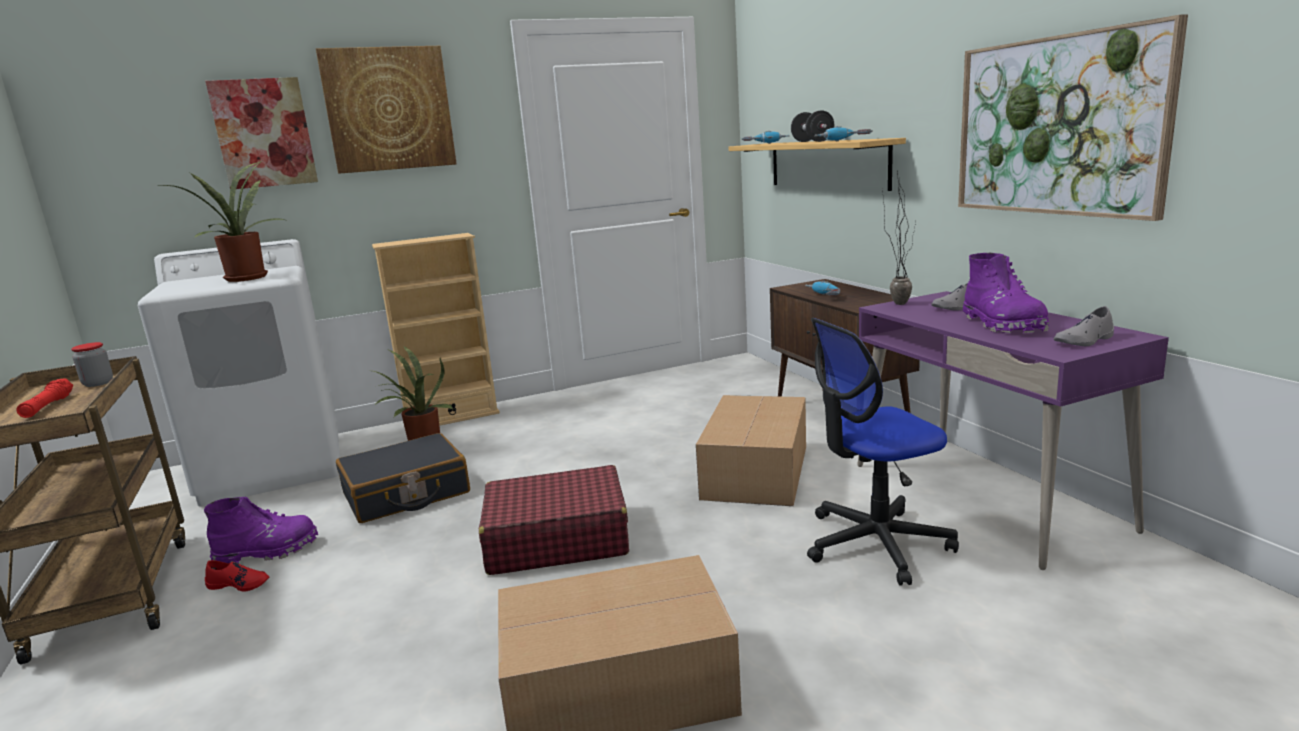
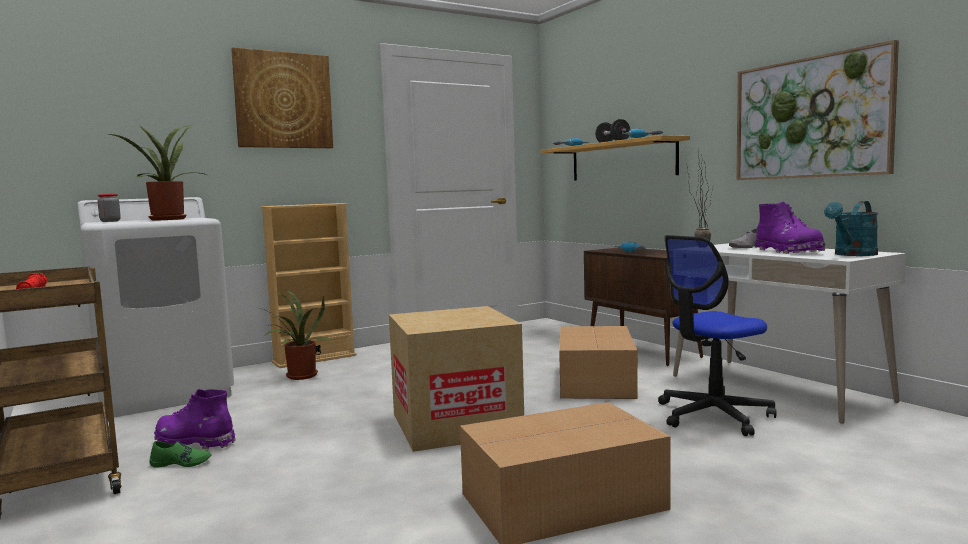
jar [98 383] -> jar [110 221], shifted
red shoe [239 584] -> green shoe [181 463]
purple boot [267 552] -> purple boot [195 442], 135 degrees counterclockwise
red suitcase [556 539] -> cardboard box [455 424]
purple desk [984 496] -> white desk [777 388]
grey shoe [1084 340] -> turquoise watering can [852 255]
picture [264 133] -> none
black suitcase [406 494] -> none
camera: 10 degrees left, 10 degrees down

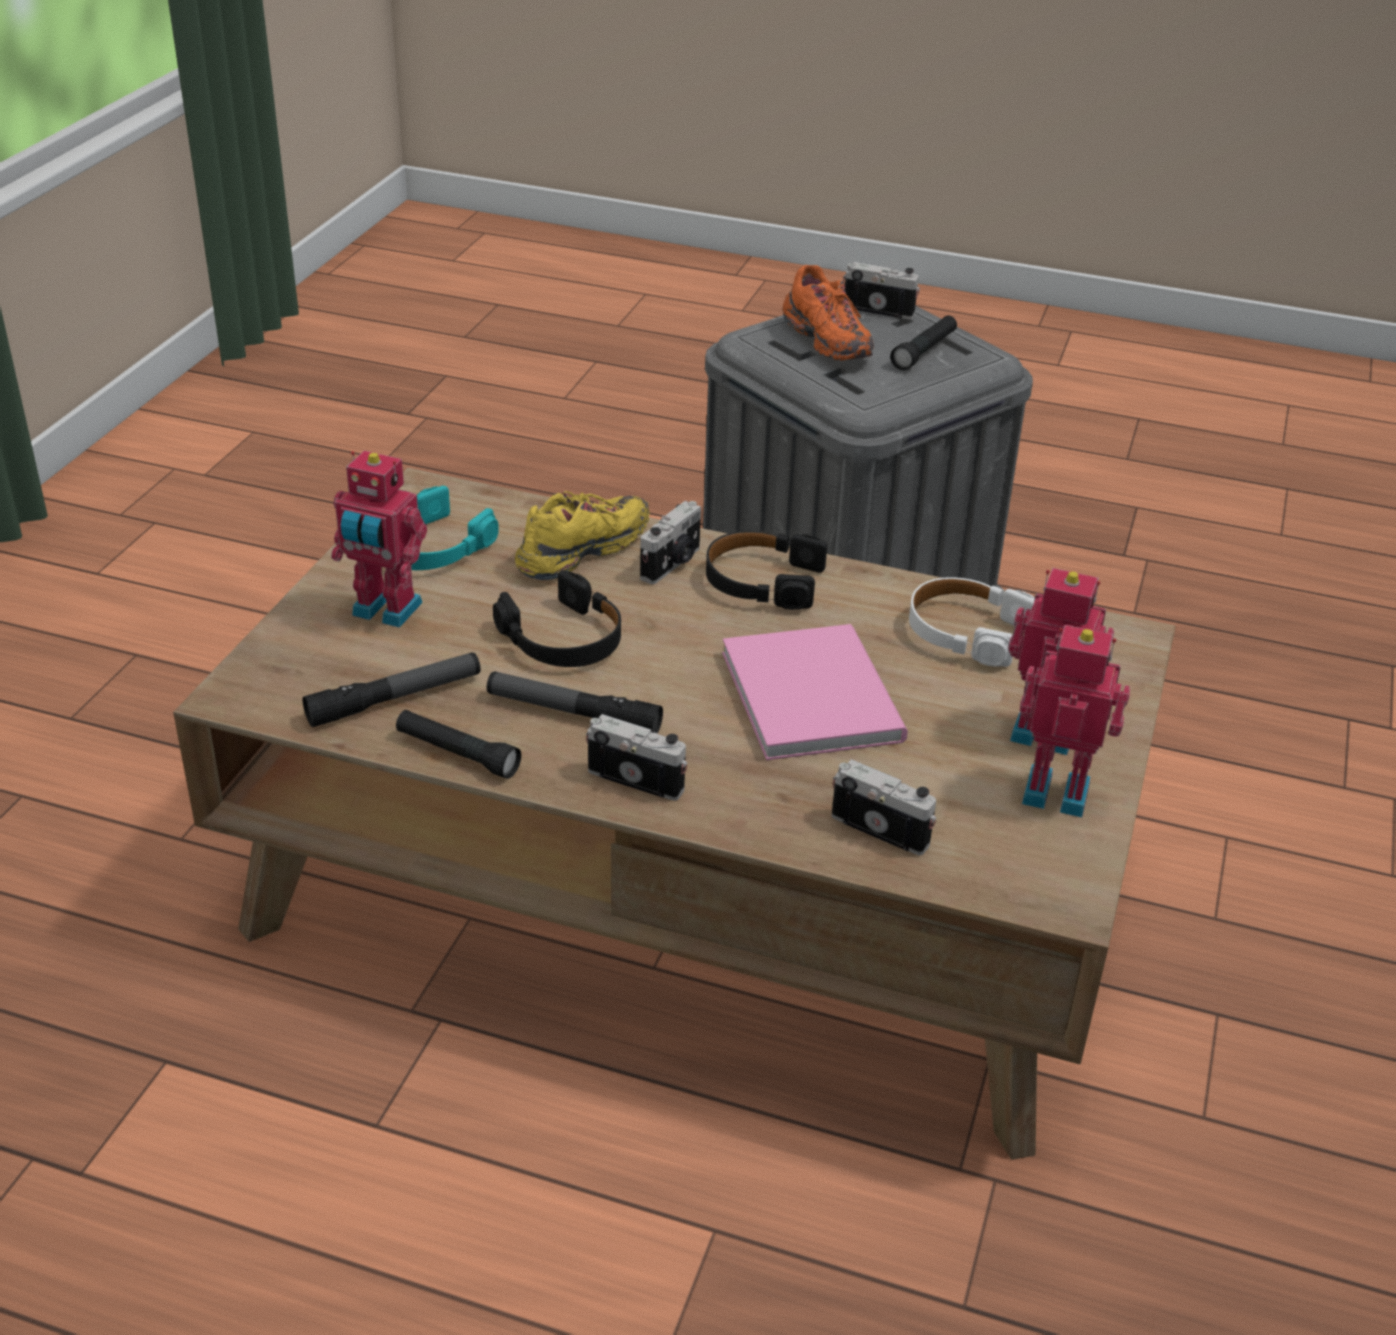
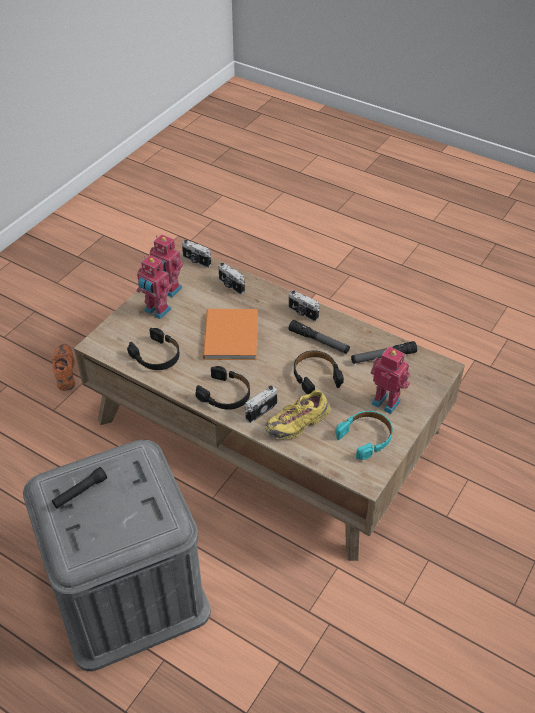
orange shoe [827 342] -> orange shoe [65 372], shifted
white headphones [966 632] -> black headphones [157 356]
photo camera [879 309] -> photo camera [196 261], shifted
pink book [814 692] -> orange book [229 337]
black flashlight [457 754] -> none
camera: 165 degrees left, 10 degrees up

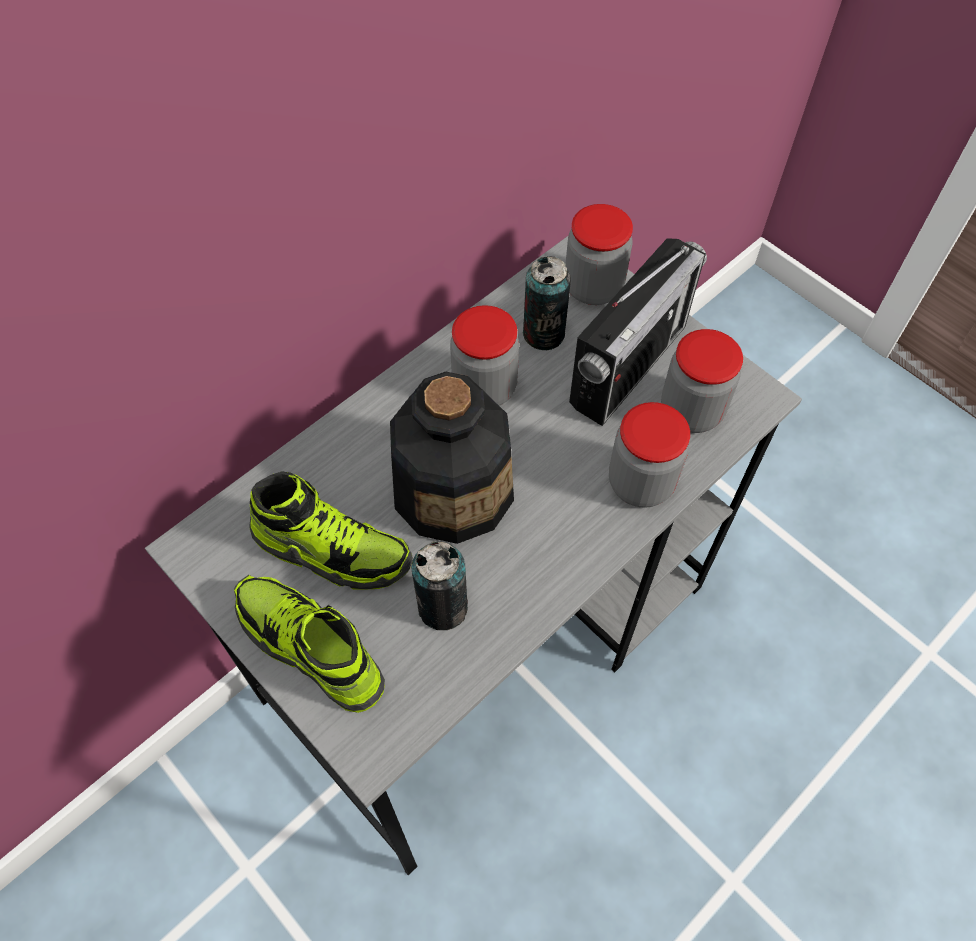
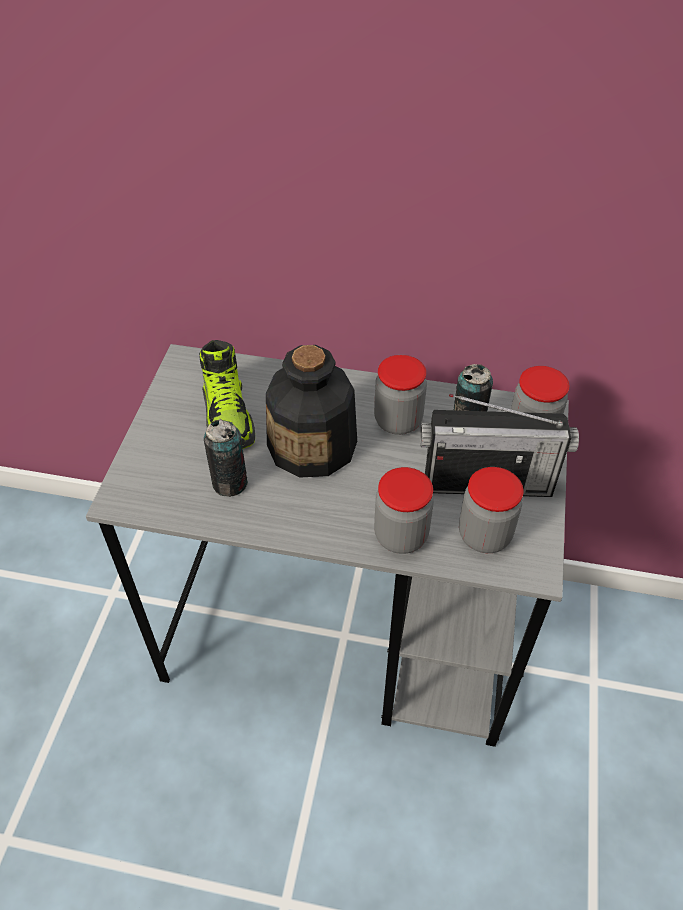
shoe [311 648] -> none
camera: 55 degrees right, 10 degrees down

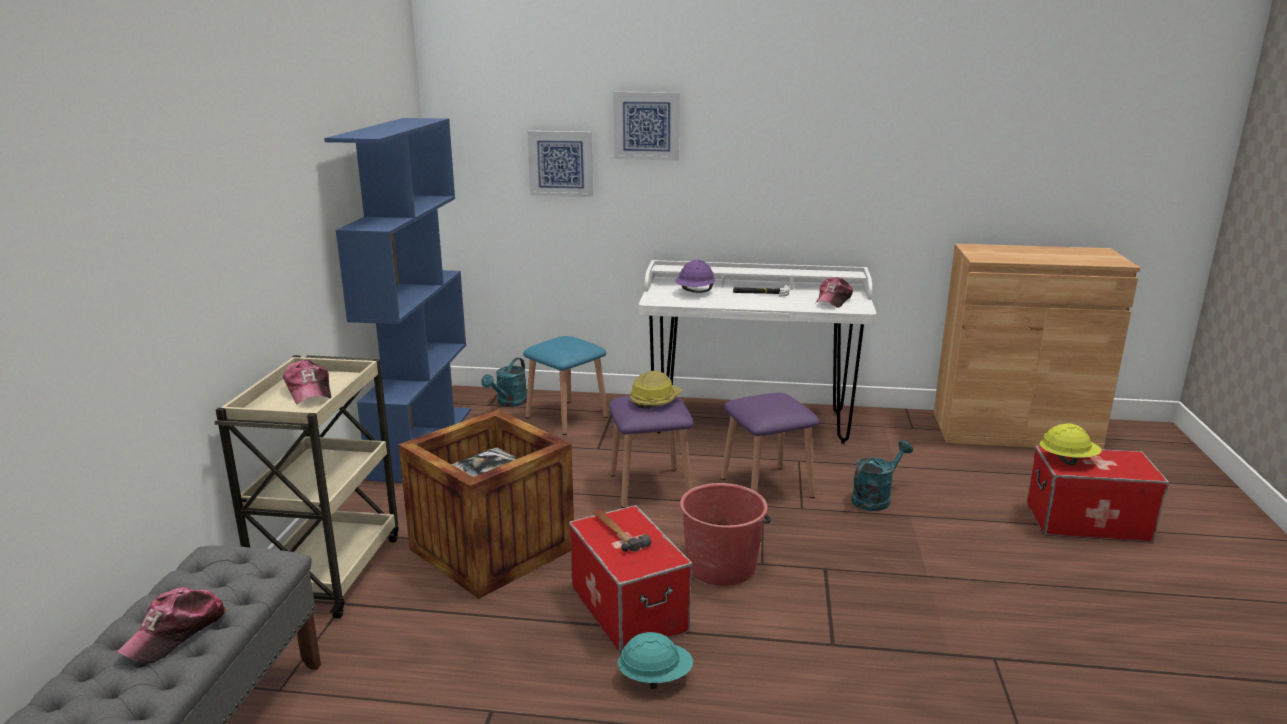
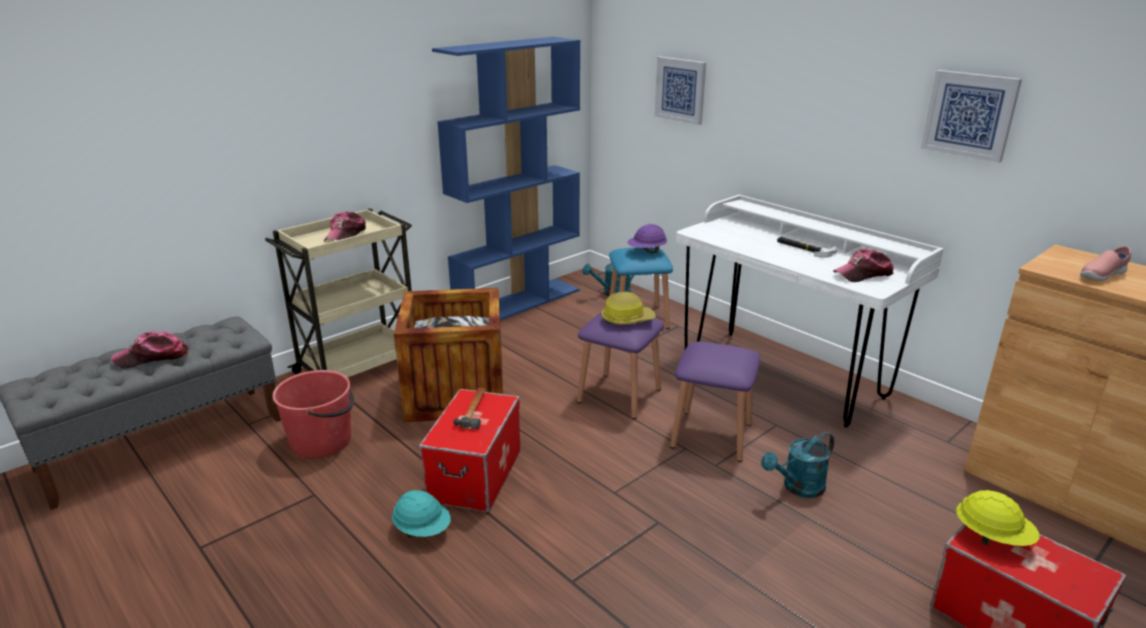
red bucket [722 566] -> red bucket [322 441], shifted
purple hard hat [695 292] -> purple hard hat [646 251], shifted
turquoise watering can [875 498] -> turquoise watering can [798 488], 150 degrees clockwise
picture [646 125] -> picture [970 115], shifted
none -> pink shoe [1101 276]
camera: 40 degrees right, 5 degrees up

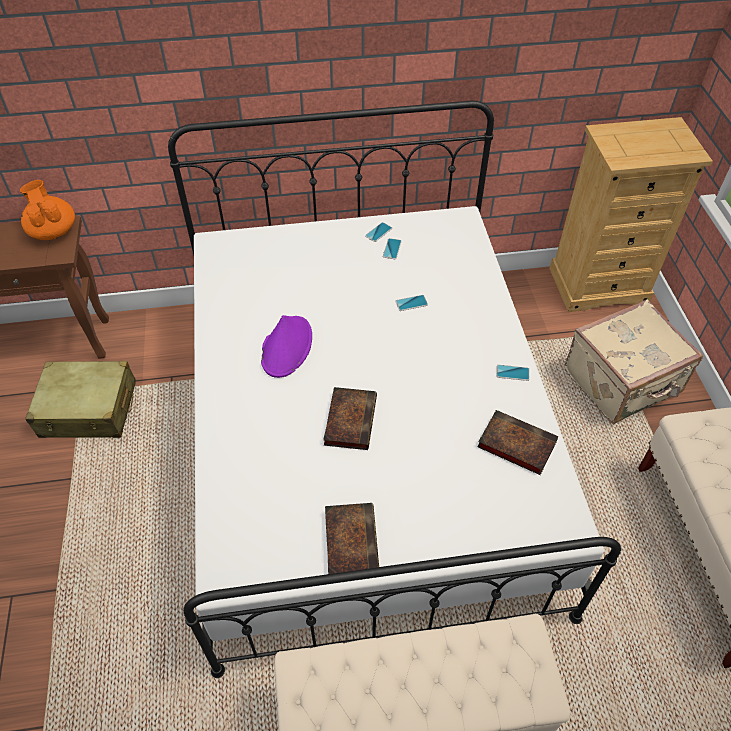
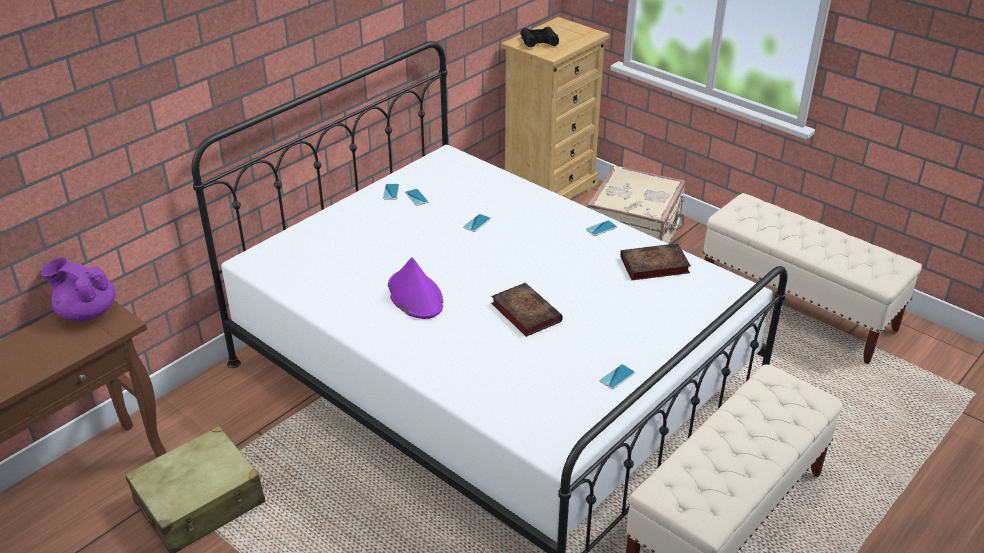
orange teapot [53 231] -> purple teapot [87 312]
none -> black binoculars [539 42]
book [350 540] -> phone [617 377]
camera: 40 degrees left, 15 degrees down

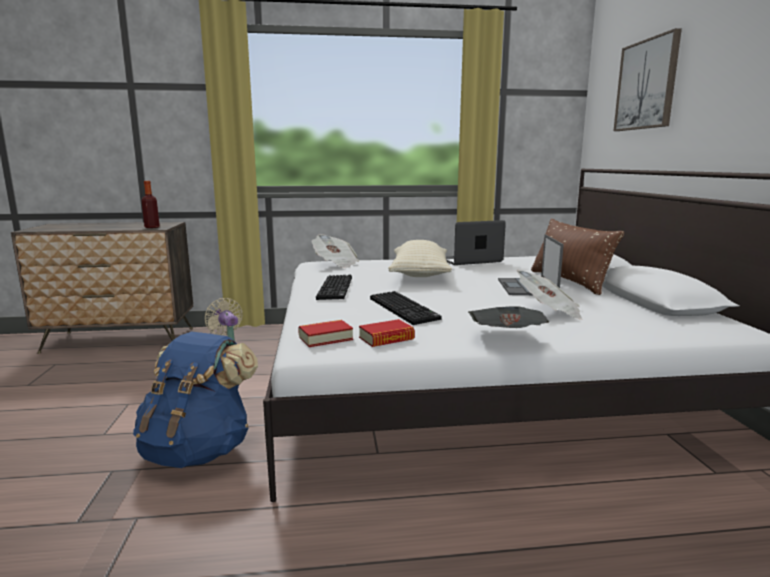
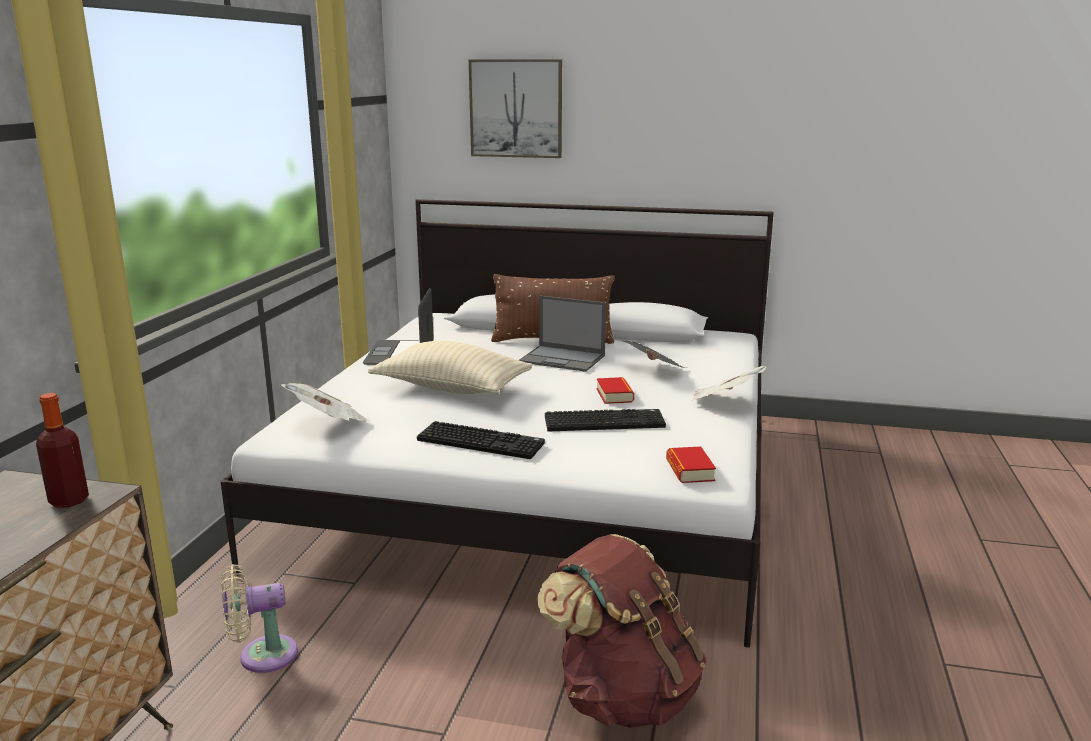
blue backpack [198 450] -> brown backpack [623 696]
book [386 338] -> book [614 395], shifted
camera: 70 degrees left, 5 degrees up

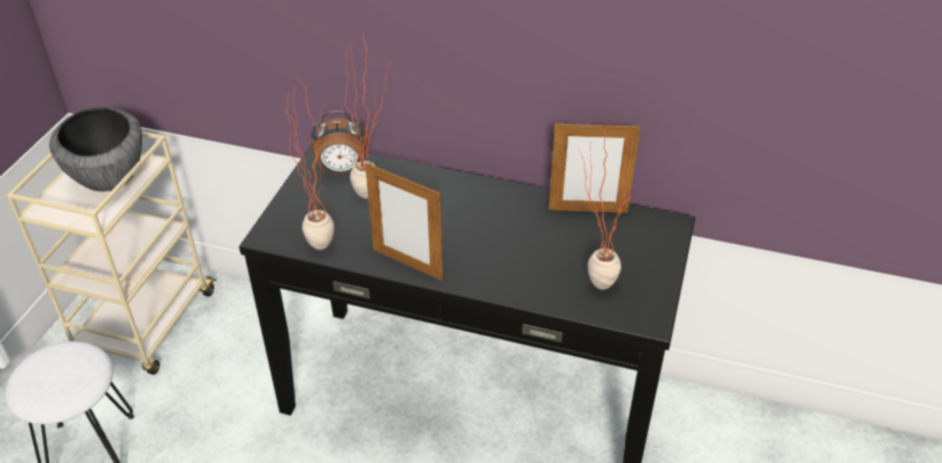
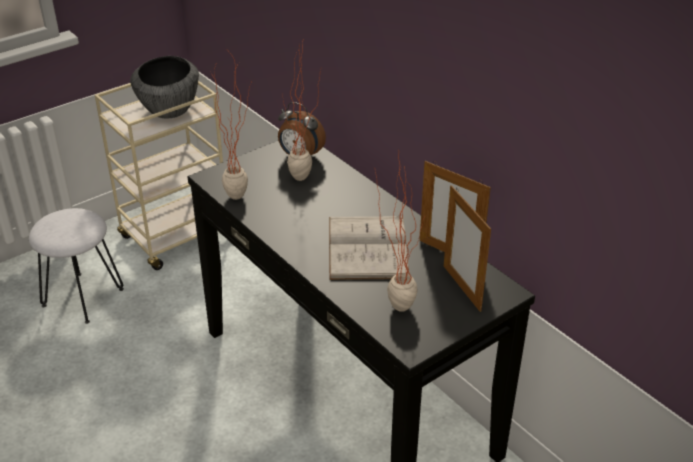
none -> white book [367 247]
picture frame [407 264] -> picture frame [461 288], shifted
camera: 35 degrees right, 5 degrees down

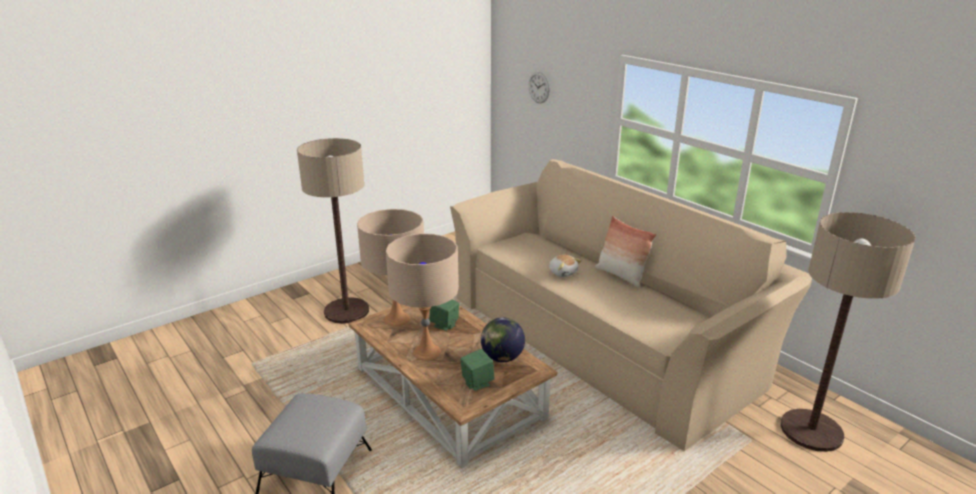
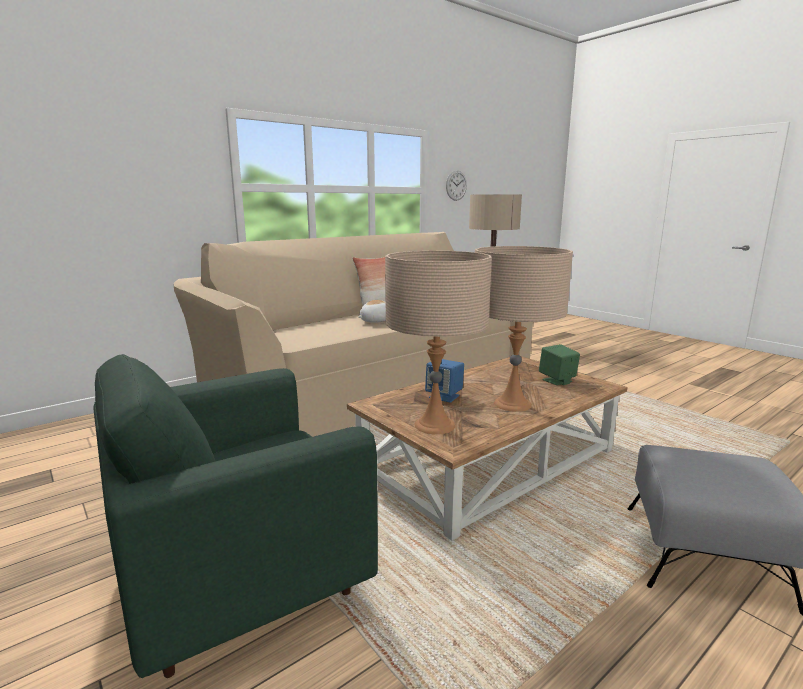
floor lamp [346 311] -> green armchair [241 584]
green speaker [444 325] -> blue speaker [444 396]
wall clock [539 87] -> wall clock [456 185], shifted
globe [502 358] -> none
camera: 90 degrees left, 10 degrees down

